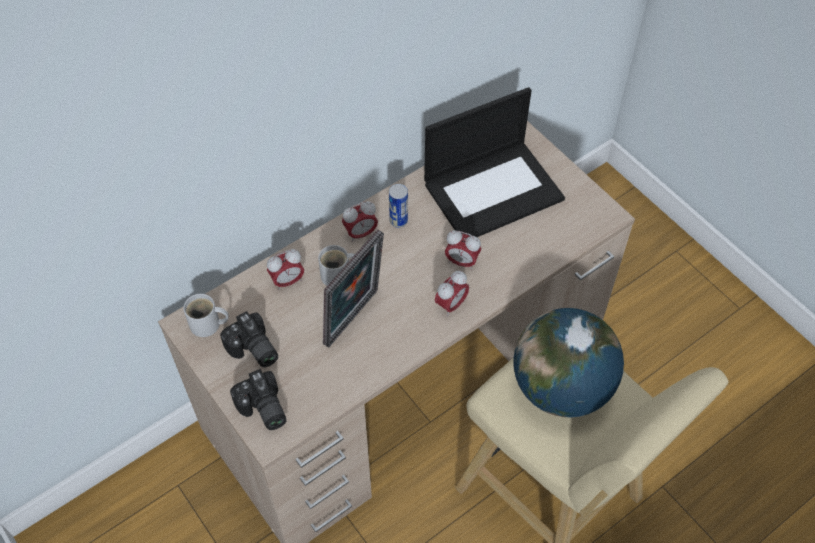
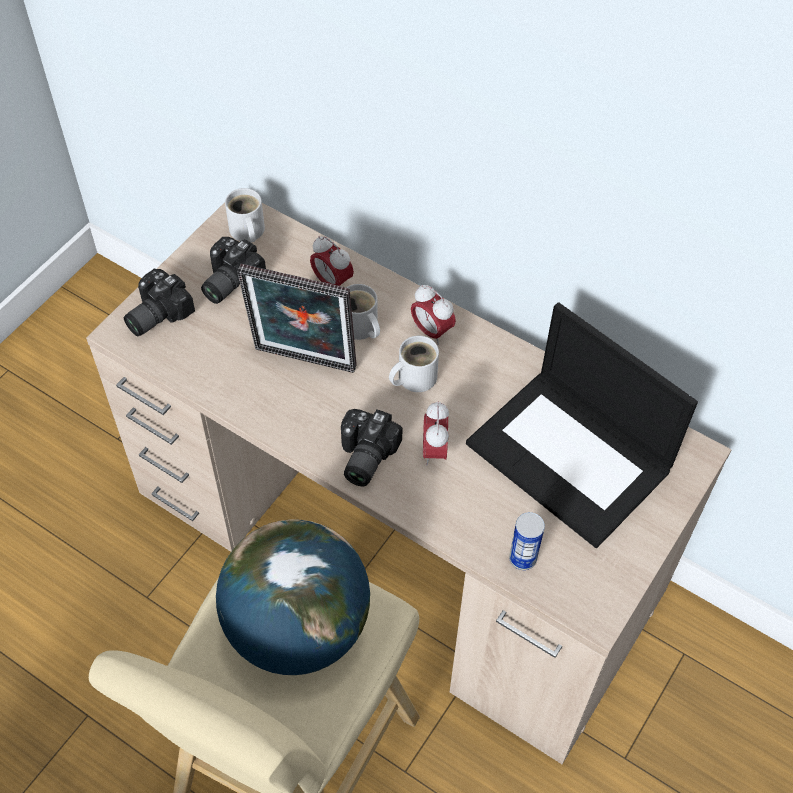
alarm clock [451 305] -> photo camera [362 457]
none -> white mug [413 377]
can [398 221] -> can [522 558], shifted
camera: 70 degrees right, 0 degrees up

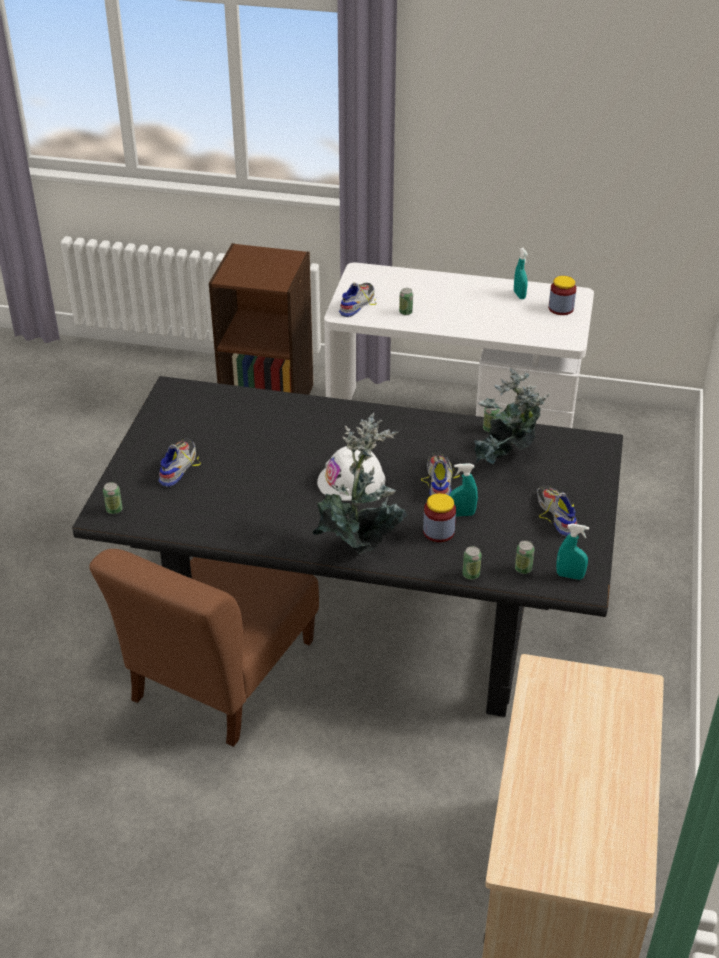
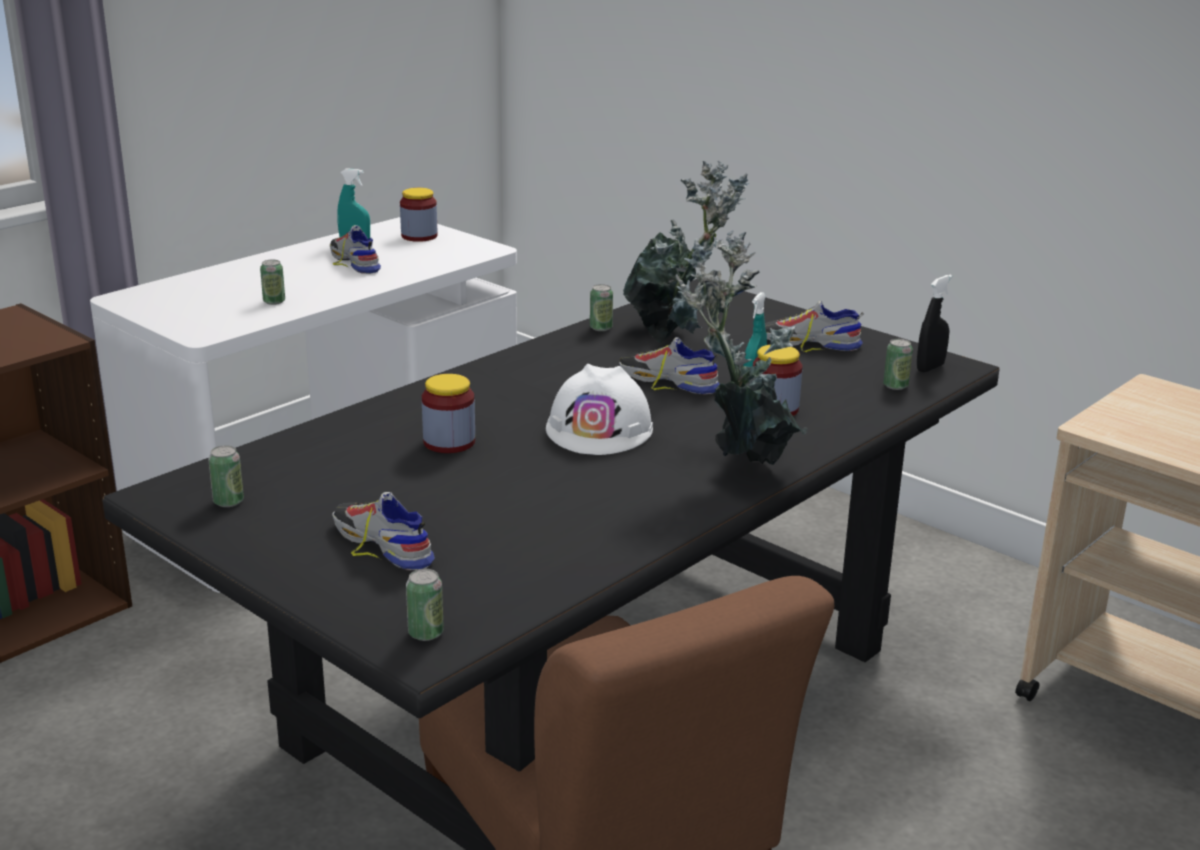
can [471 575] -> can [228 502], shifted
shoe [357 303] -> shoe [355 261], shifted
none -> jar [449 442]
turquoise spray bottle [570 576] -> black spray bottle [930 368]
camera: 60 degrees left, 15 degrees down

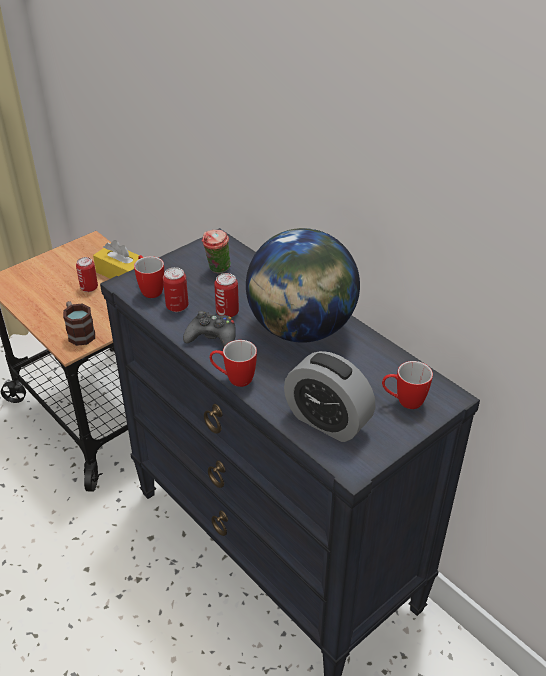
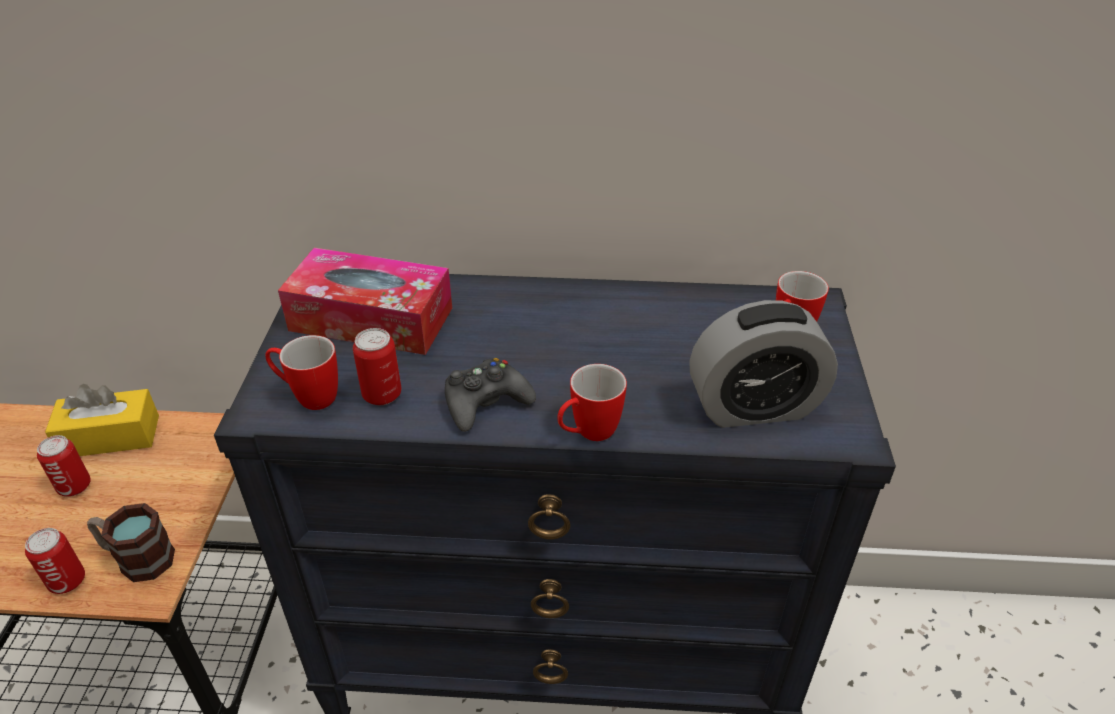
can [227 312] -> can [67 581], shifted
cup [217 270] -> tissue box [371 319]
globe [301 329] -> none
camera: 45 degrees left, 0 degrees up

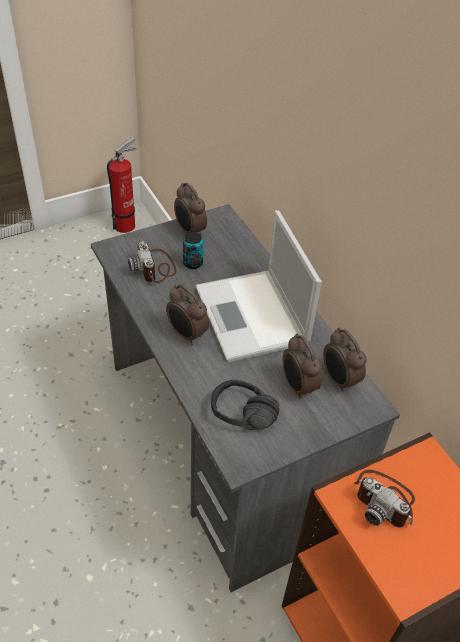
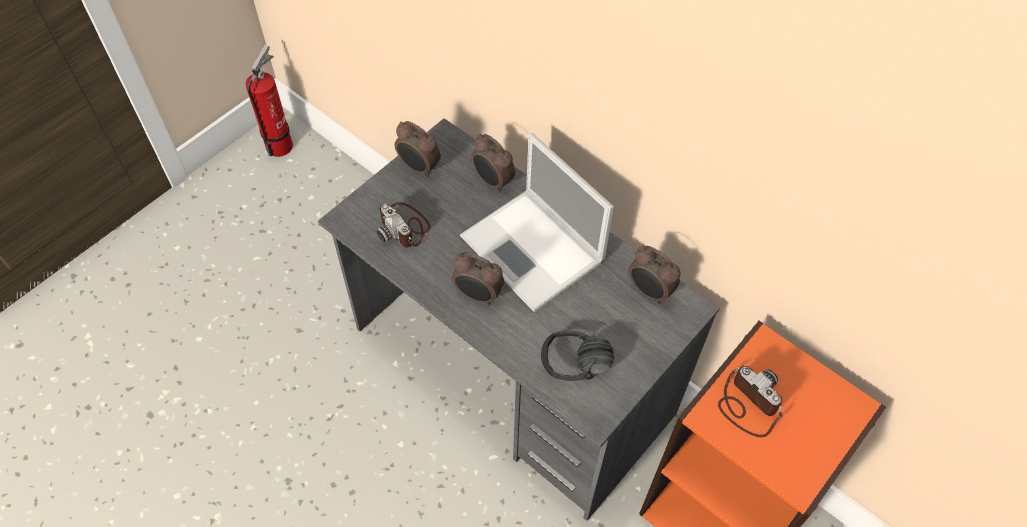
alarm clock [297 386] -> alarm clock [492 182], shifted
photo camera [385 500] -> photo camera [747 405], 150 degrees counterclockwise
can [192 263] -> none
camera: 20 degrees left, 10 degrees up

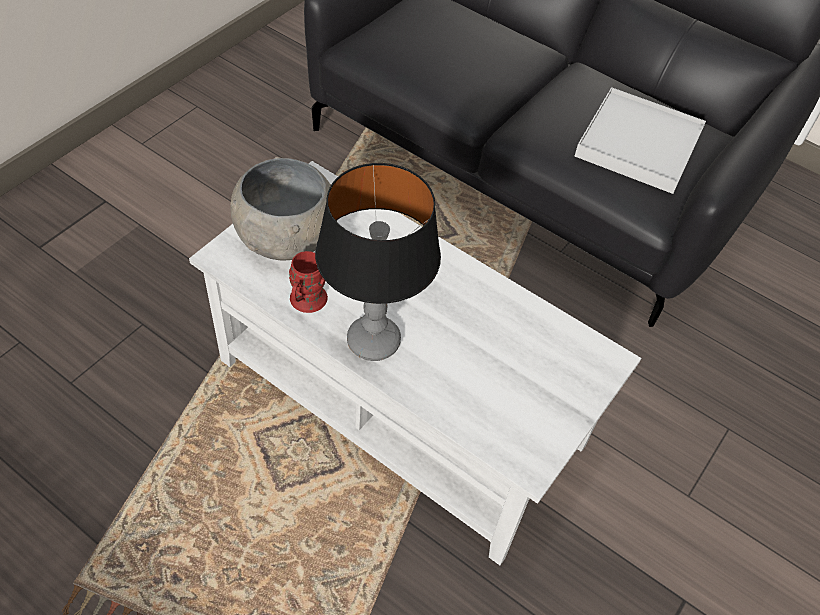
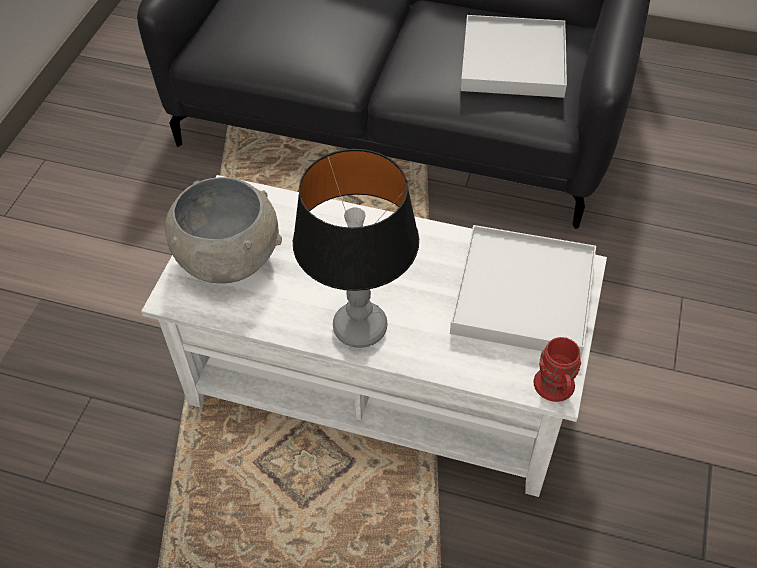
none -> white tray [523 295]
red mug [305 303] -> red mug [555 391], shifted
camera: 15 degrees left, 0 degrees up

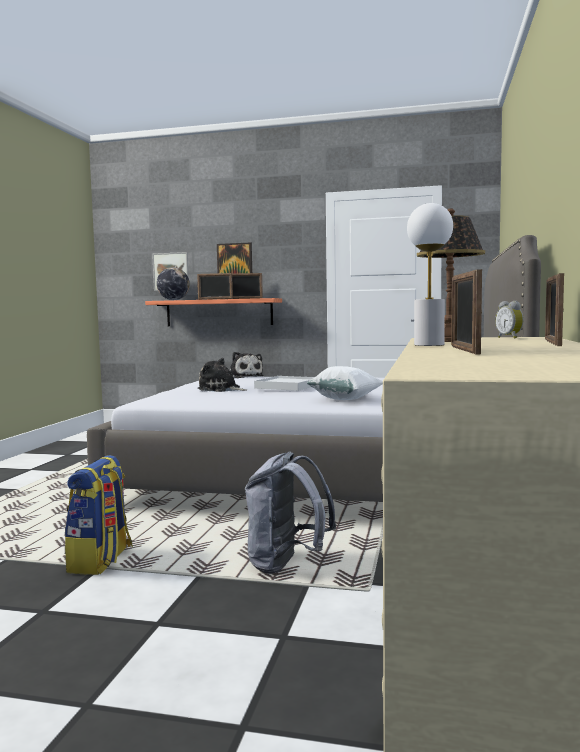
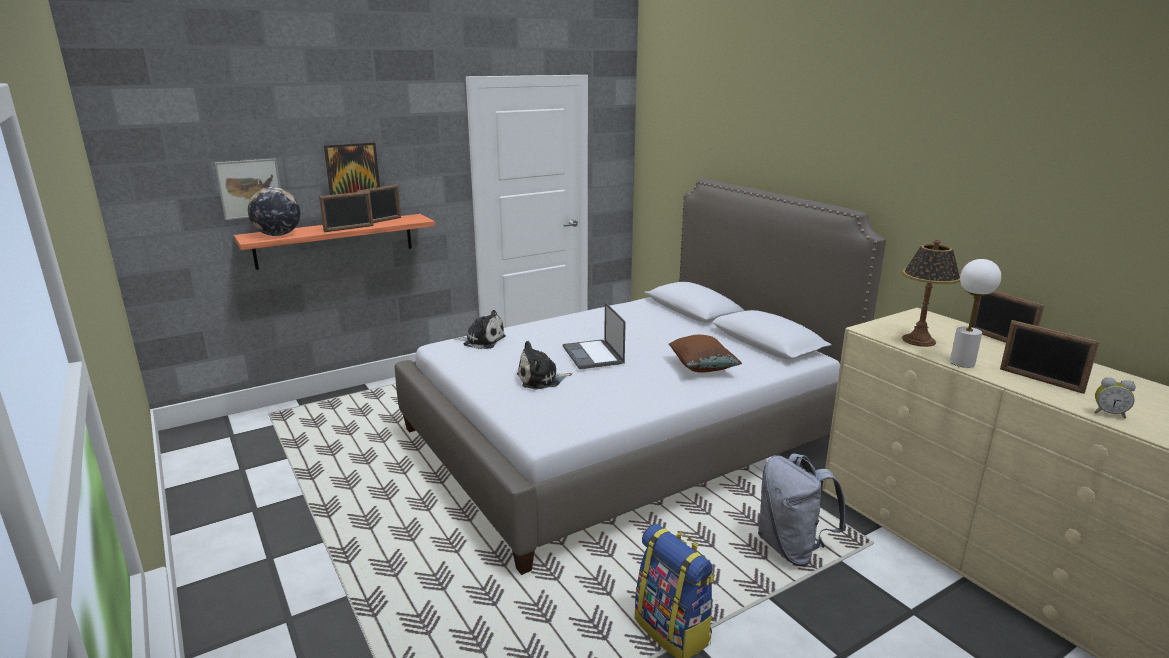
white tray [287 386] -> laptop [593 355]
white pillow [345 399] -> brown pillow [702 368]
alarm clock [510 338] -> alarm clock [1108 413], shifted
camera: 45 degrees left, 15 degrees up

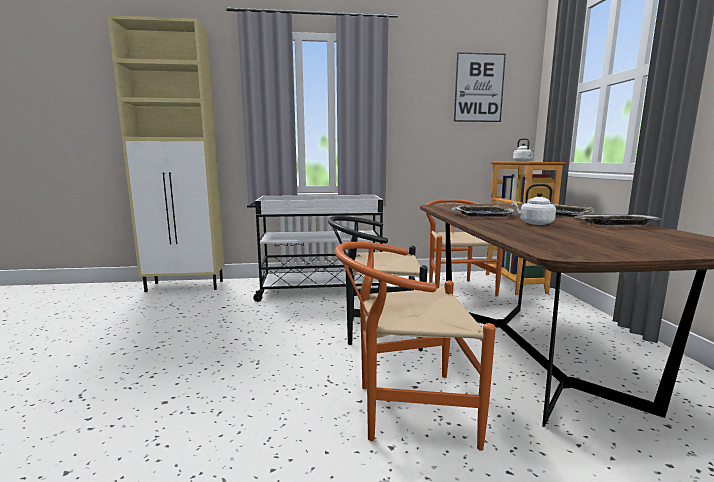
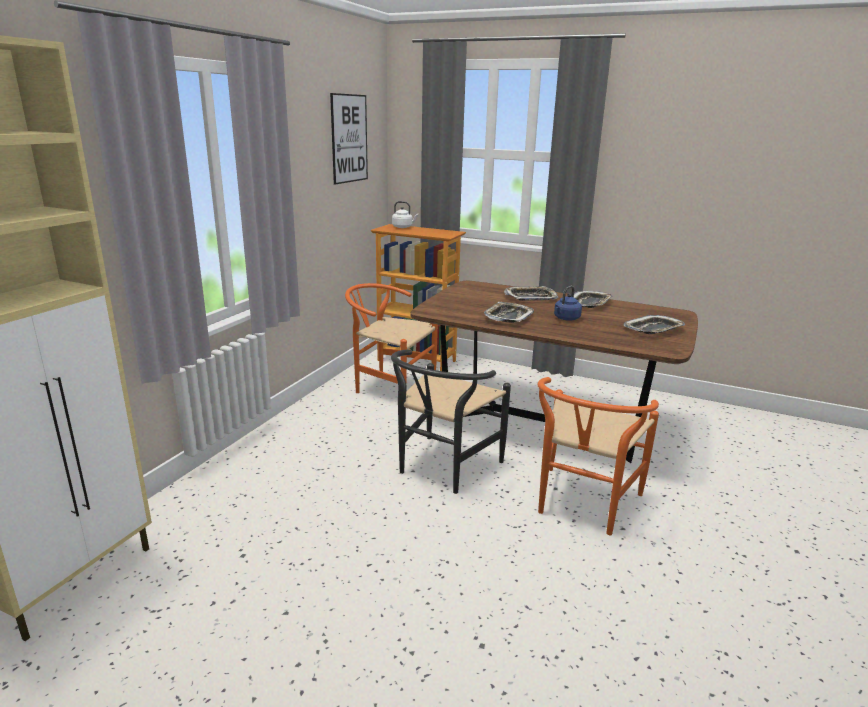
white kettle [534 223] -> blue kettle [566 319]
none -> tray [653 329]
white cart [319 290] -> none
camera: 60 degrees left, 10 degrees up

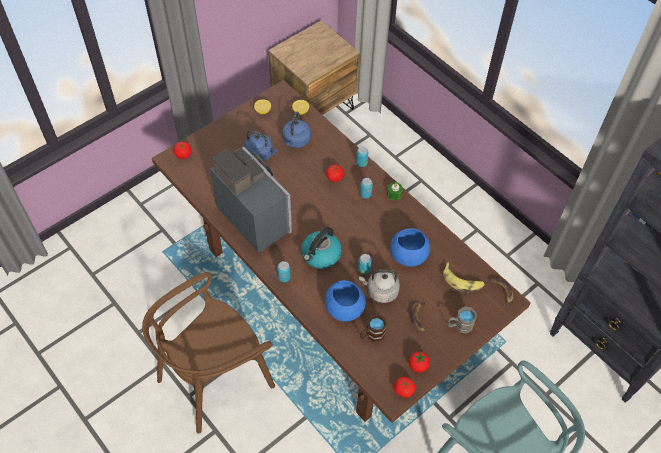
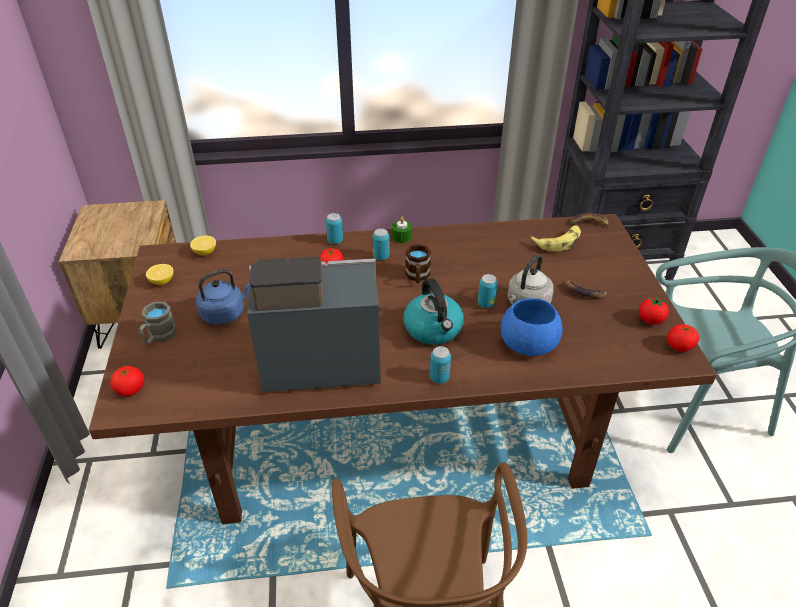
grey mug [459 325] -> grey mug [159 337], shifted
brown mug [372 334] -> brown mug [417 277], shifted
blue kettle [296 141] -> none
blue bowl [407 255] -> none
camera: 55 degrees left, 15 degrees down

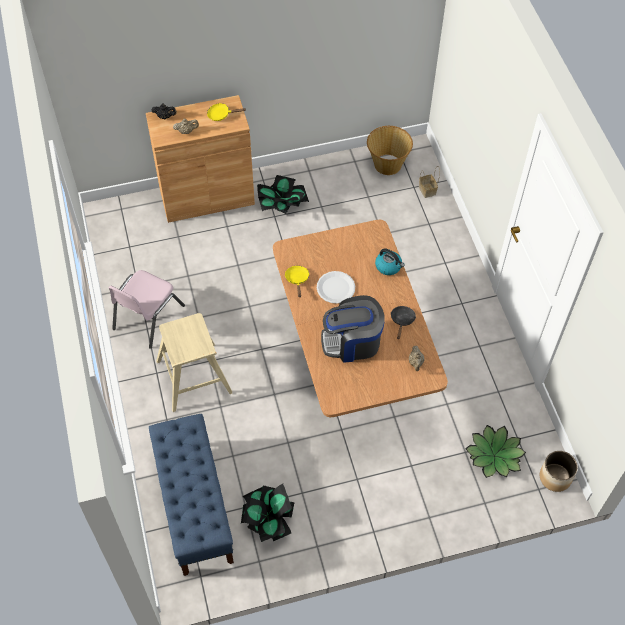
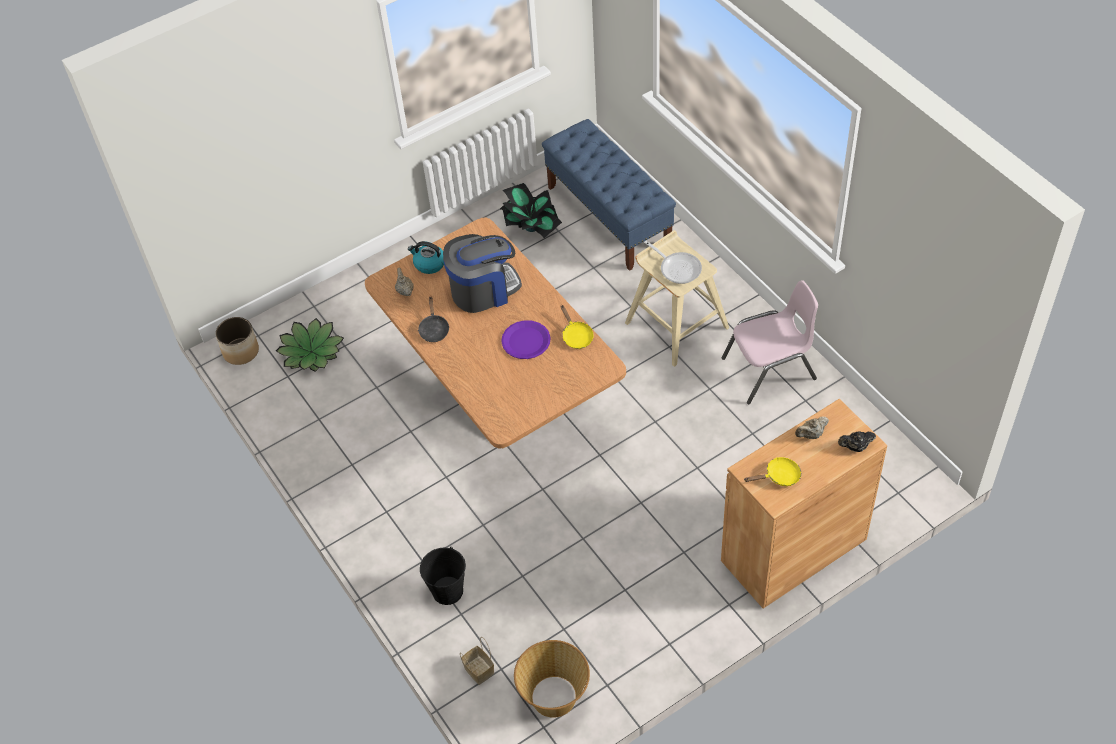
kettle [388 266] -> kettle [429 264], shifted
none -> black bucket [447 591]
white plate [335 288] -> purple plate [526 341]
none -> frying pan [678 268]
pink chair [147 317] -> pink chair [769 369], 60 degrees clockwise
potted plant [283 207] -> none
camera: 165 degrees right, 5 degrees down

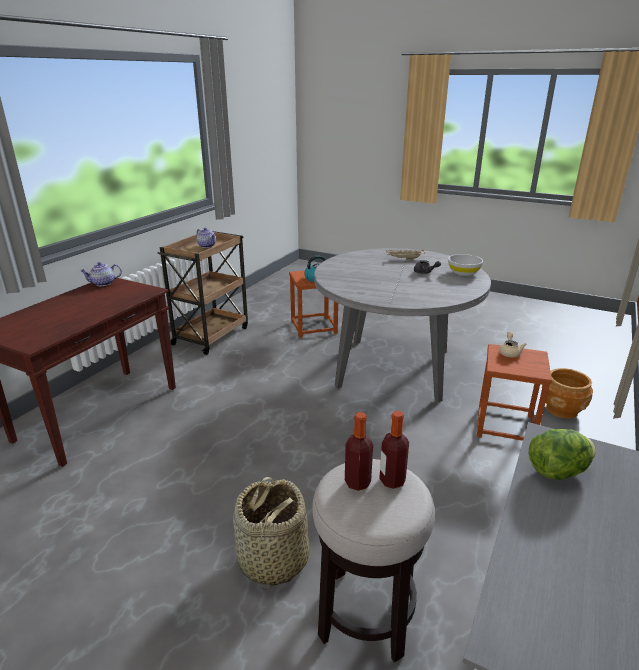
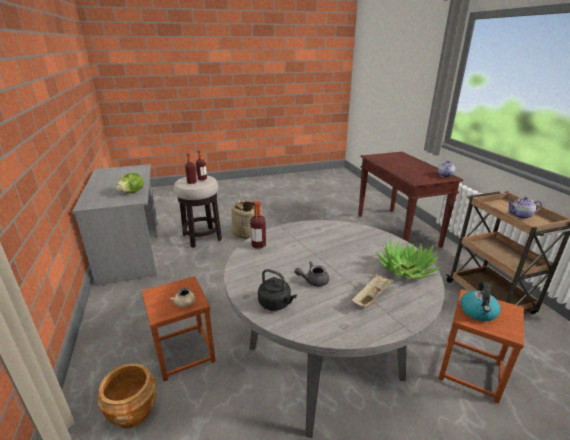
none -> bottle [258 245]
white bowl [463 273] -> black kettle [276 304]
none -> potted plant [406 269]
camera: 135 degrees right, 0 degrees up

